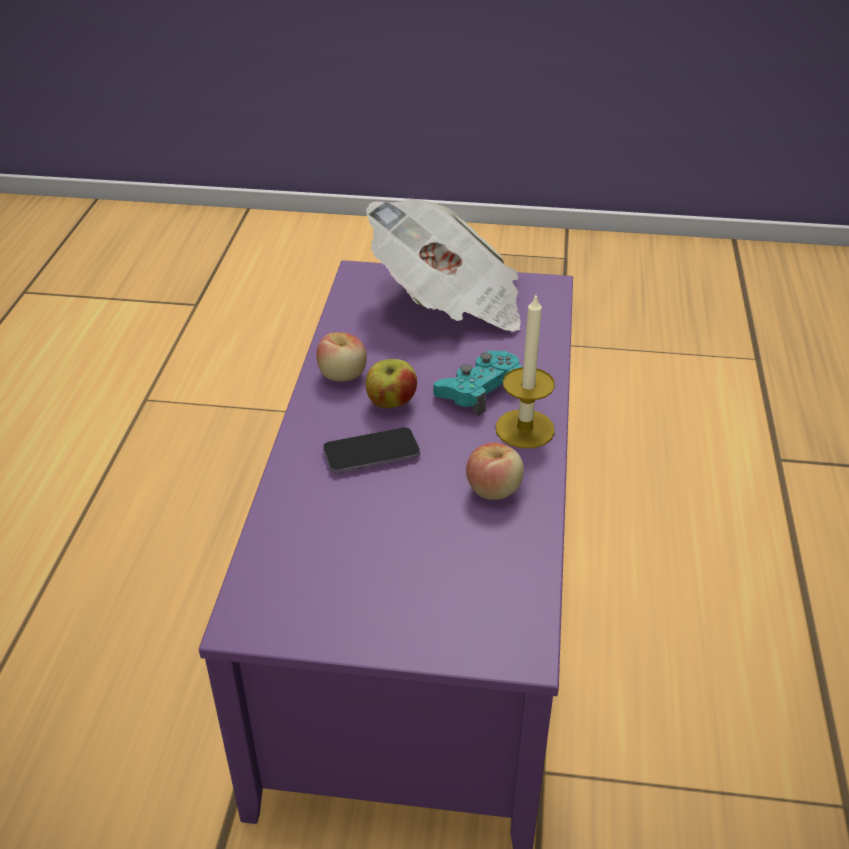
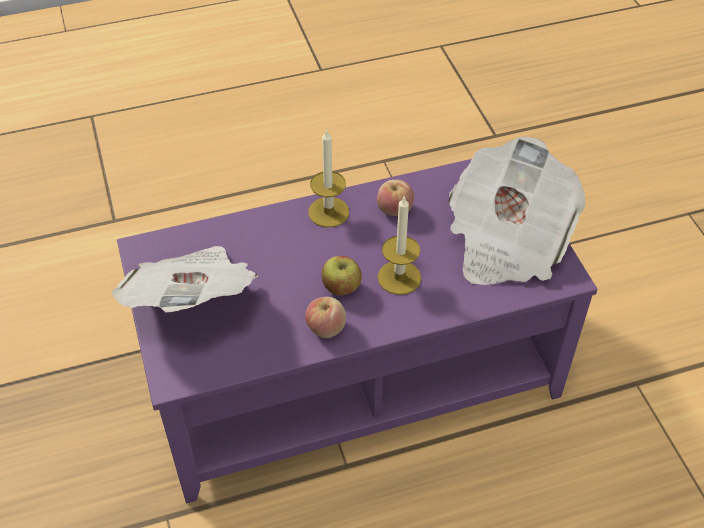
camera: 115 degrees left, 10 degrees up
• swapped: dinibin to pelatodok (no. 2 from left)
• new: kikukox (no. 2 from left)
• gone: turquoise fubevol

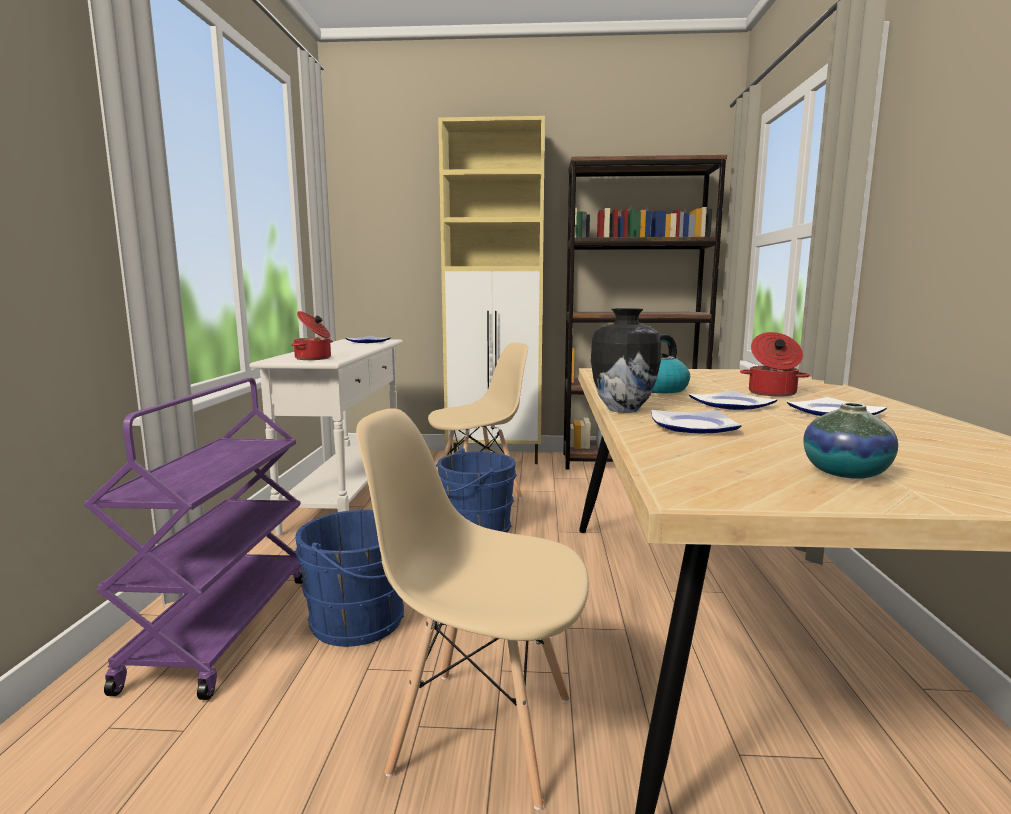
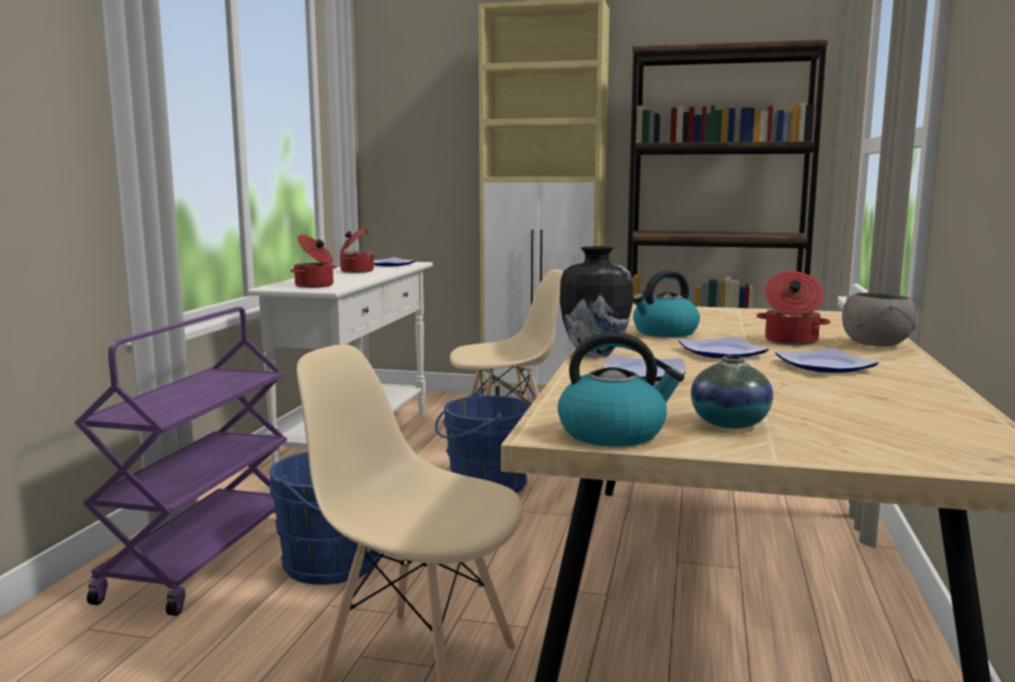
camera: 10 degrees right, 0 degrees up
• new: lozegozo (no. 2 from left)
• new: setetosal (no. 1 from left)
• new: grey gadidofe

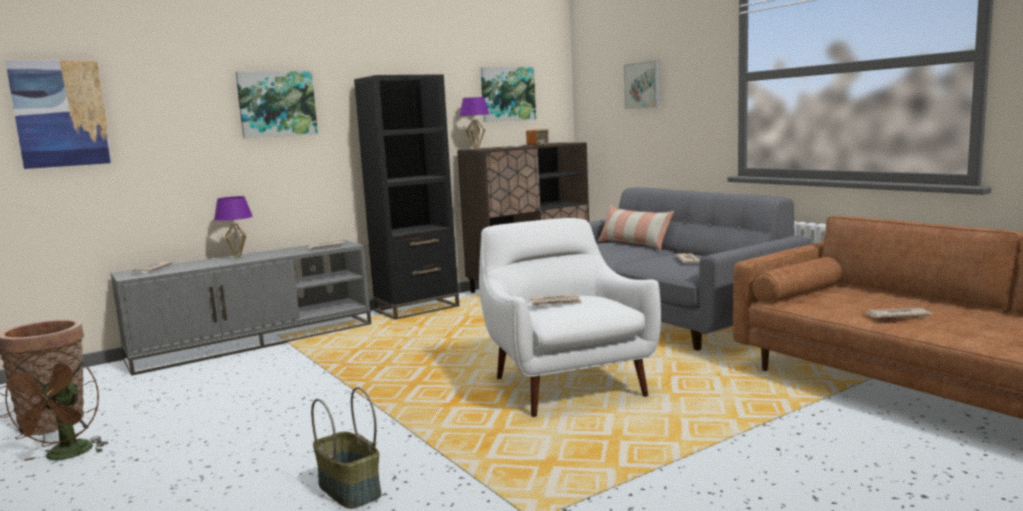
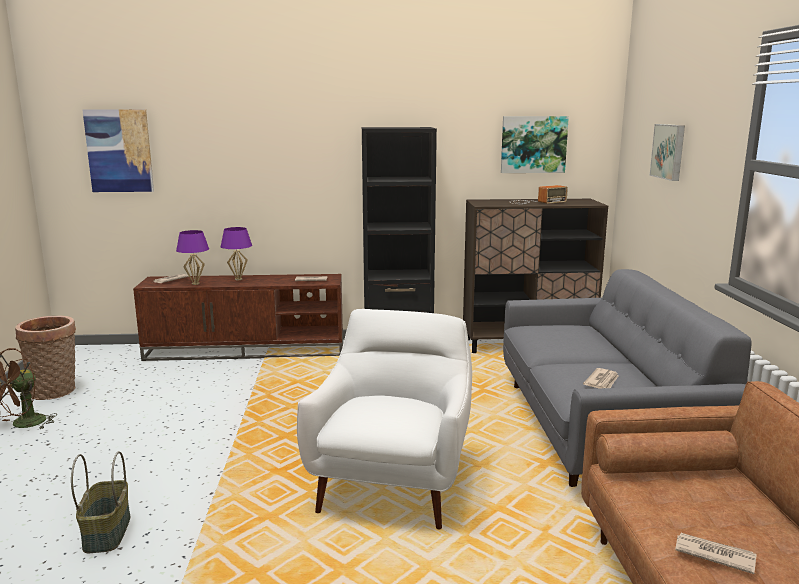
camera: 30 degrees right, 5 degrees up
• repainted: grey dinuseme to brown dinuseme
• shifted: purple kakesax (no. 2 from left in the first image) to purple kakesax (no. 1 from left)
• gone: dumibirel (no. 2 from left)
• gone: kikukox (no. 3 from left)
• gone: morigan

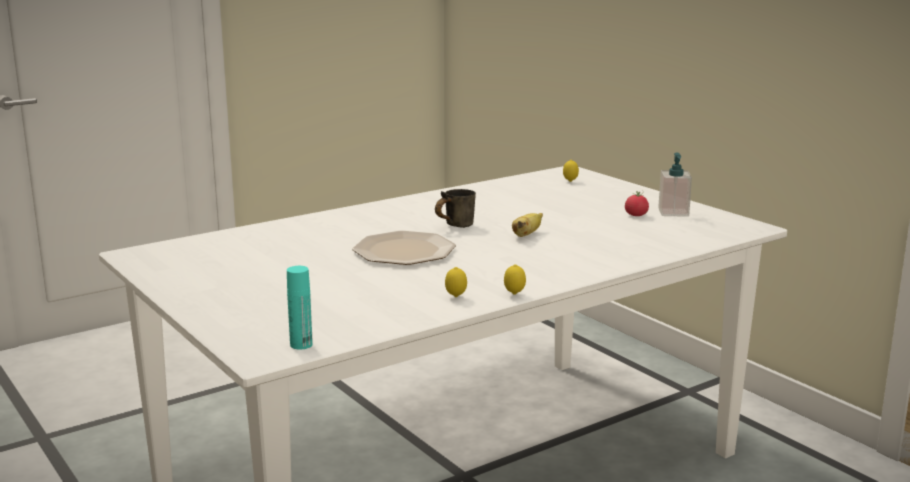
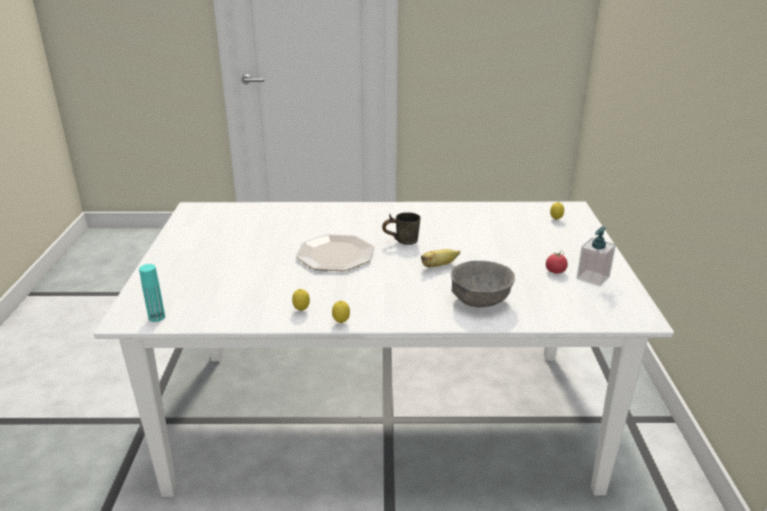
camera: 35 degrees right, 10 degrees up
• new: grey gadidofe

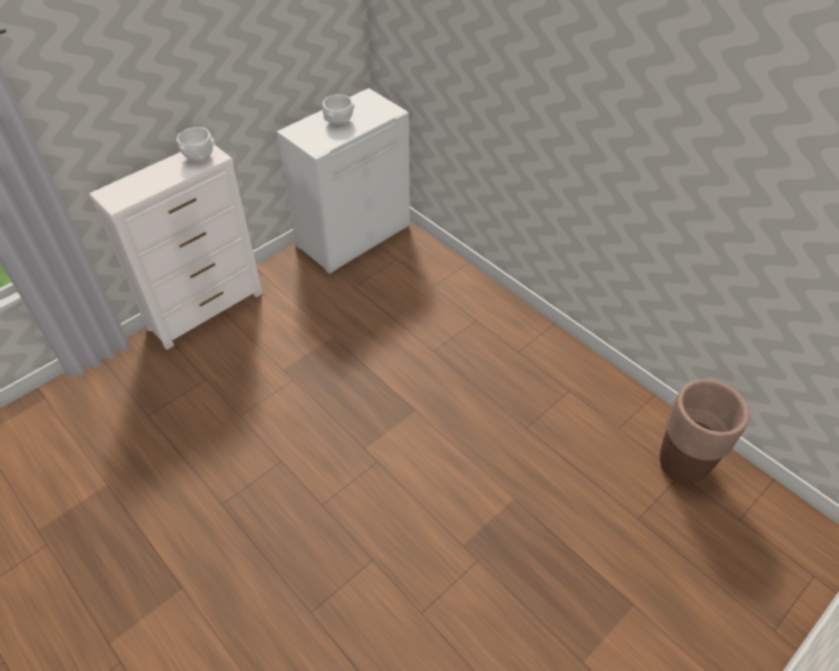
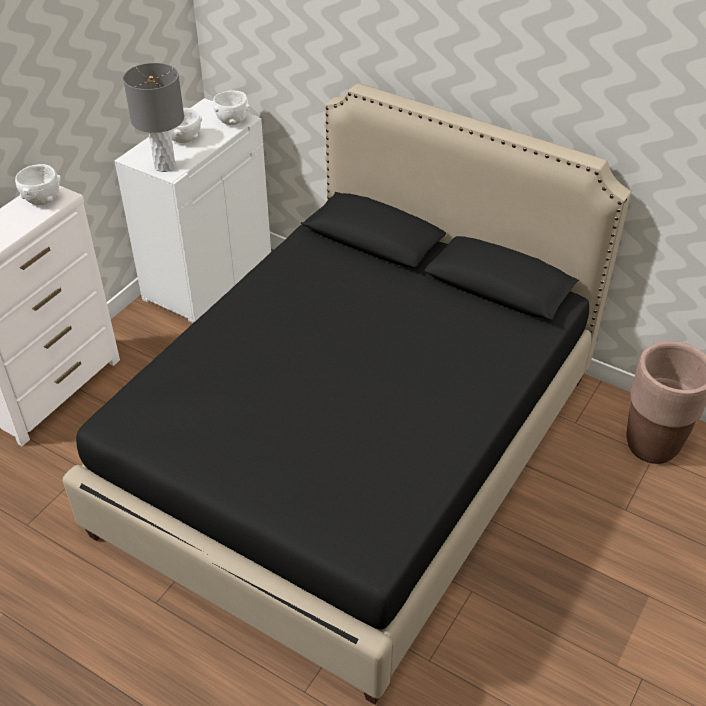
camera: 15 degrees left, 5 degrees down
• new: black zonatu
• new: grey kakesax
• new: white gadidofe (no. 3 from left)

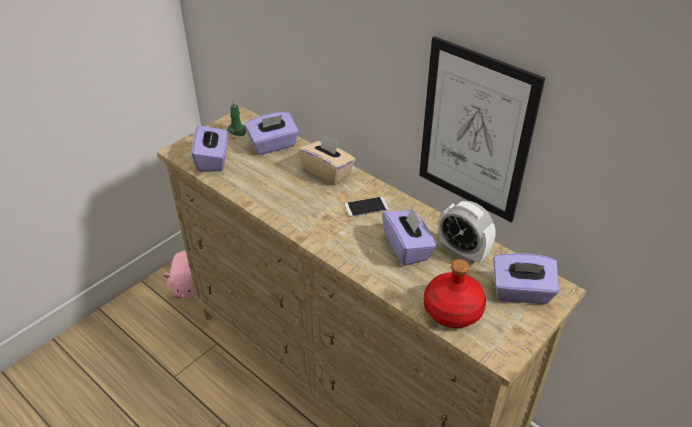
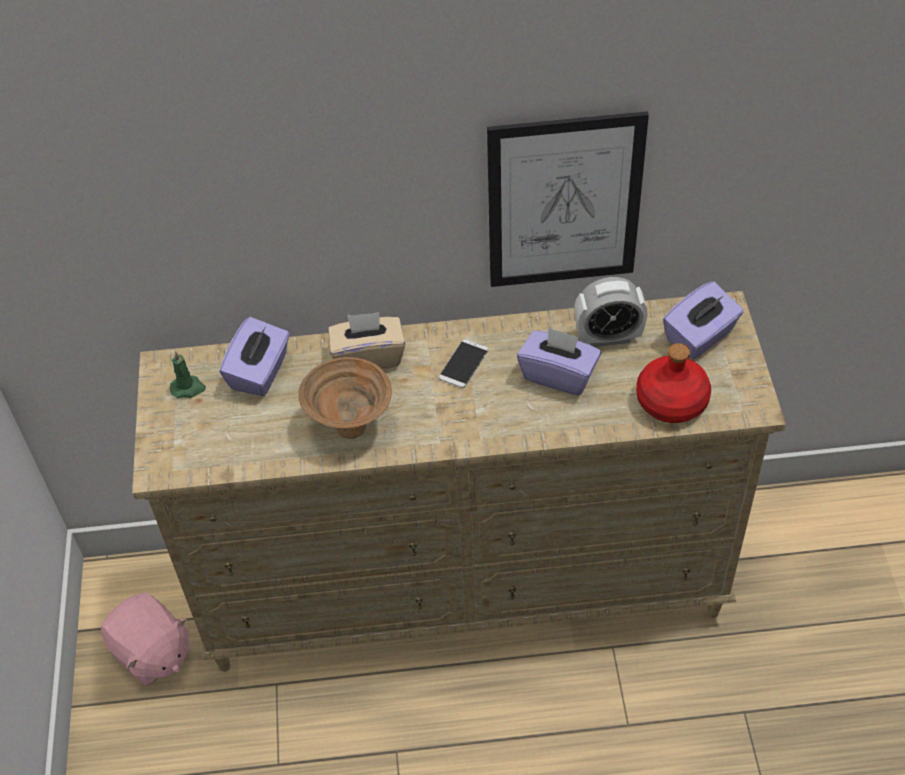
camera: 45 degrees left, 10 degrees up
• new: brown gadidofe
• gone: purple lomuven (no. 1 from left)

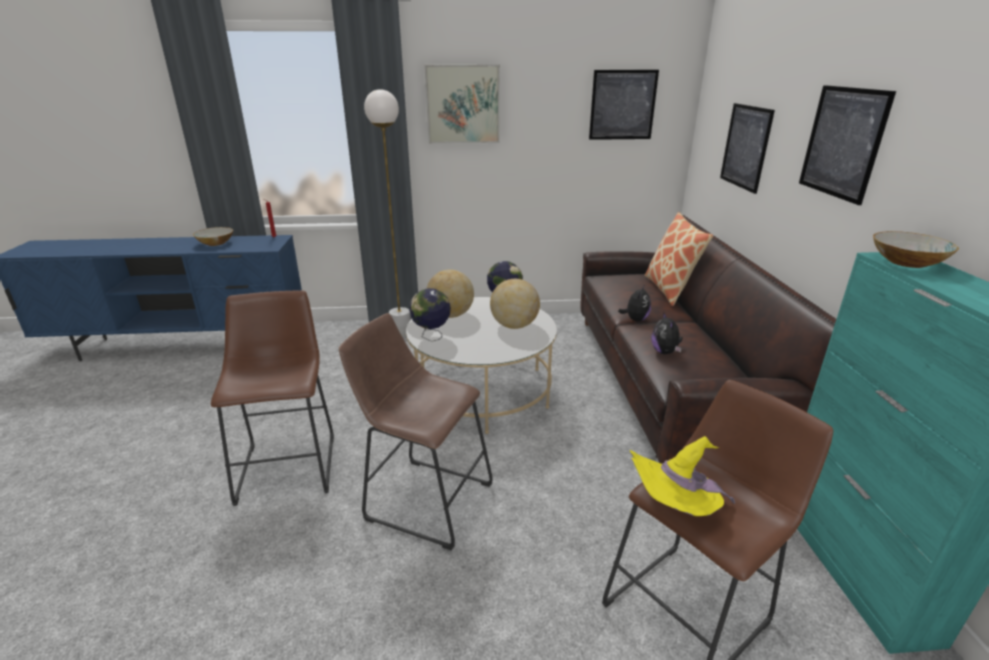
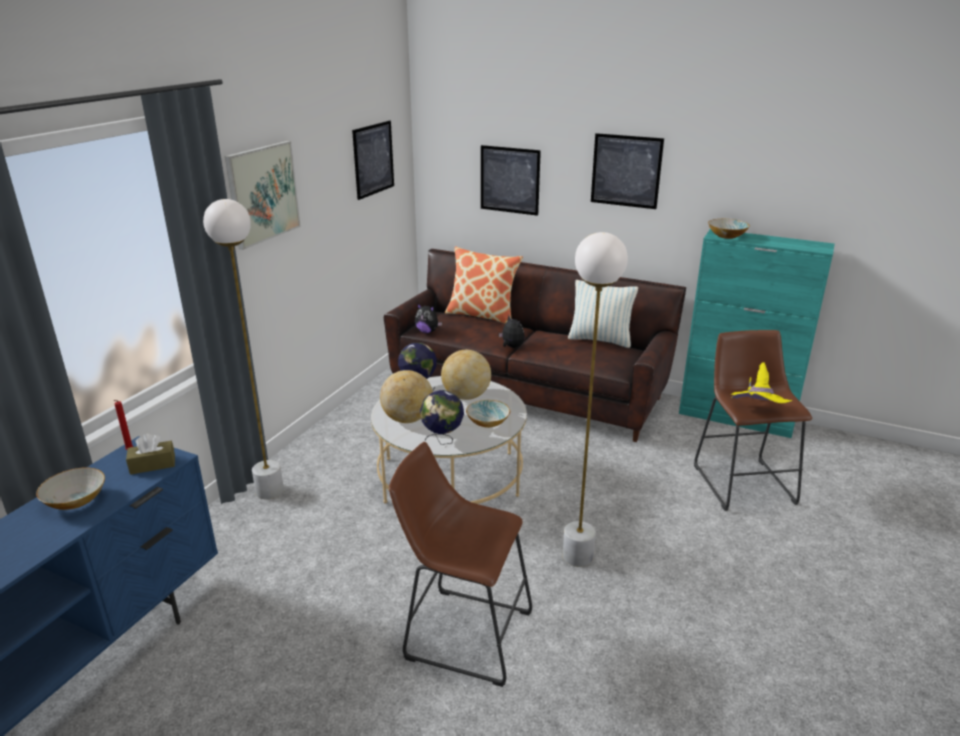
camera: 60 degrees left, 0 degrees up
• new: brown lomuven
• shifted: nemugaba (no. 2 from left in the first image) to nemugaba (no. 1 from left)
• new: gadidofe (no. 2 from left)
• swapped: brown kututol (no. 2 from left) to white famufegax (no. 2 from left)
• new: morigan (no. 2 from left)

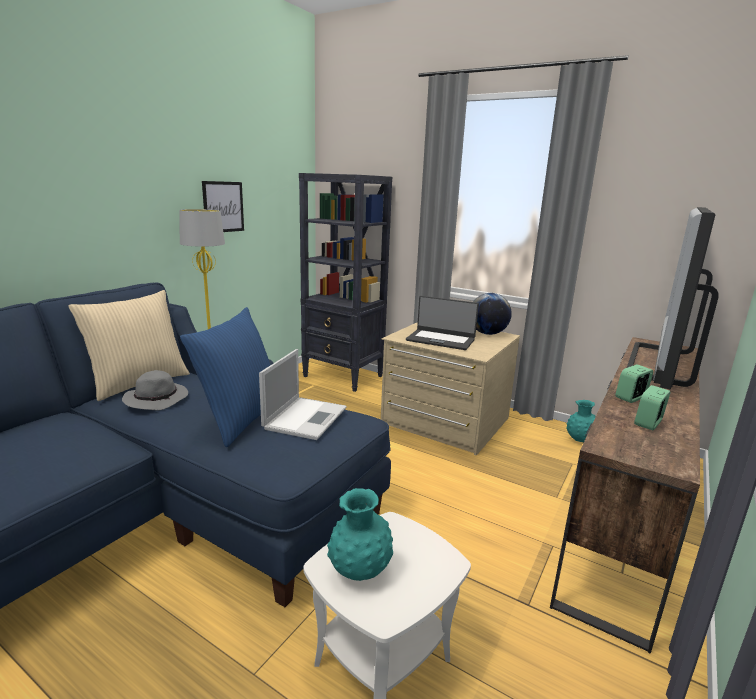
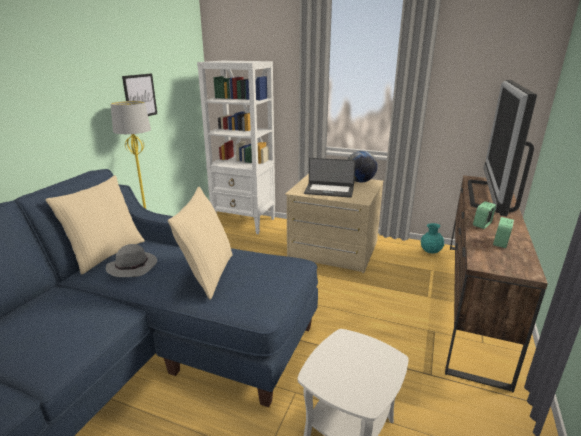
camera: 10 degrees left, 5 degrees up
• repainted: blue morigan to beige morigan (no. 2 from left)
• repainted: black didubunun to white didubunun
• gone: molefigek (no. 1 from left)
• gone: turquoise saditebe (no. 1 from left)

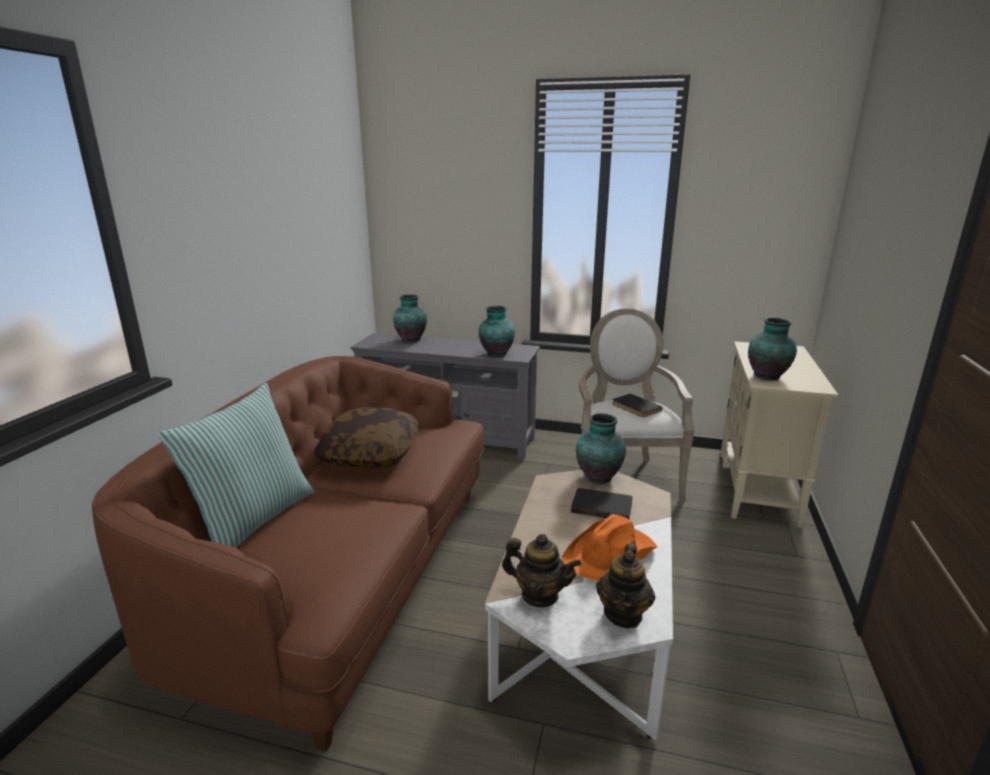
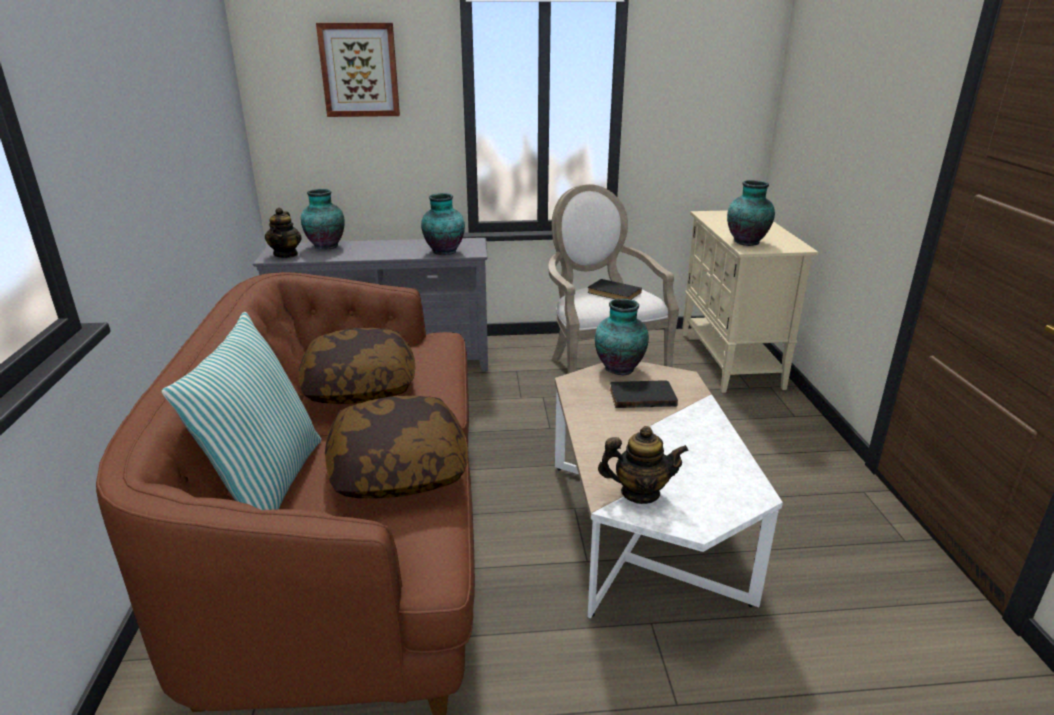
camera: 20 degrees left, 5 degrees up
• shifted: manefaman (no. 2 from left in the first image) to manefaman (no. 1 from left)
• new: dumibirel
• new: morigan (no. 3 from left)
• gone: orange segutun

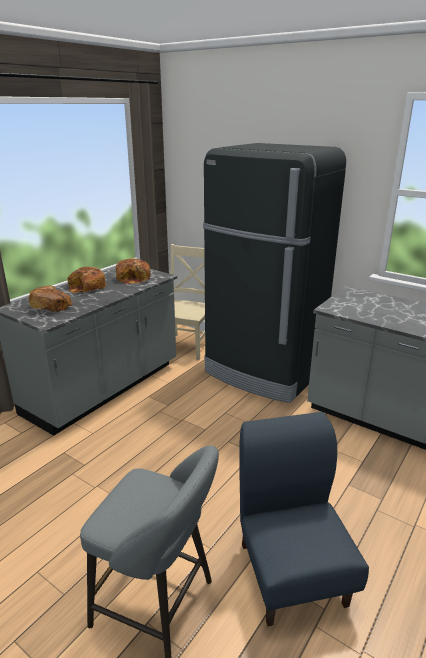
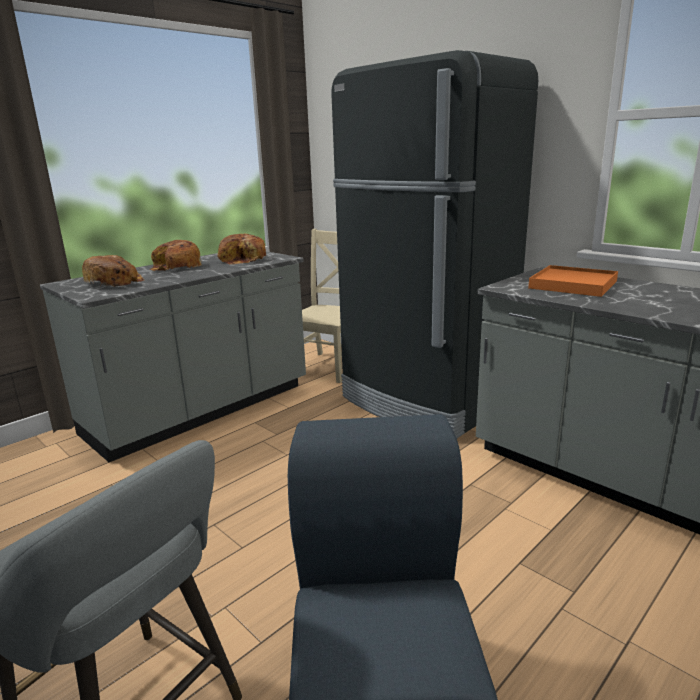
camera: 10 degrees right, 5 degrees down
• new: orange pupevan

